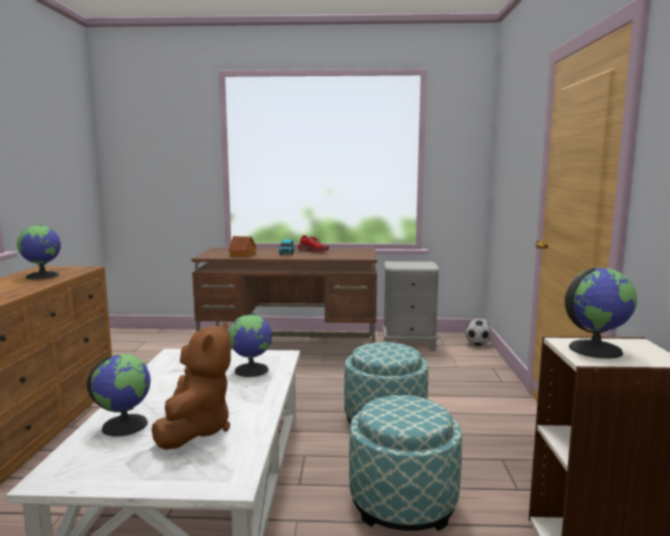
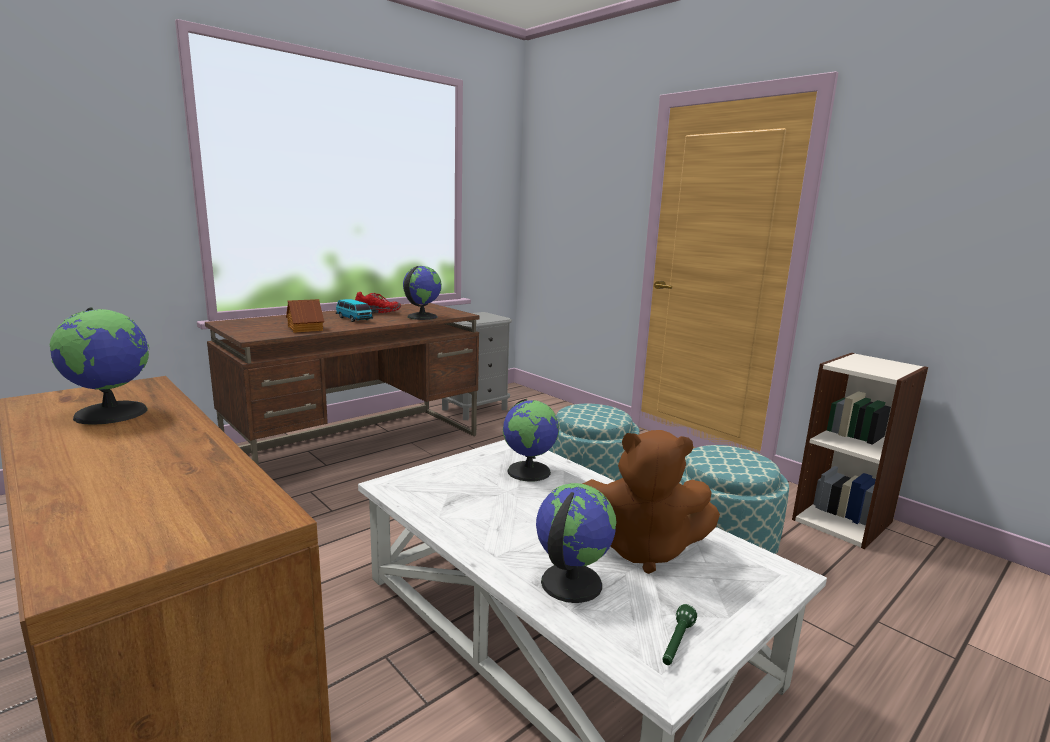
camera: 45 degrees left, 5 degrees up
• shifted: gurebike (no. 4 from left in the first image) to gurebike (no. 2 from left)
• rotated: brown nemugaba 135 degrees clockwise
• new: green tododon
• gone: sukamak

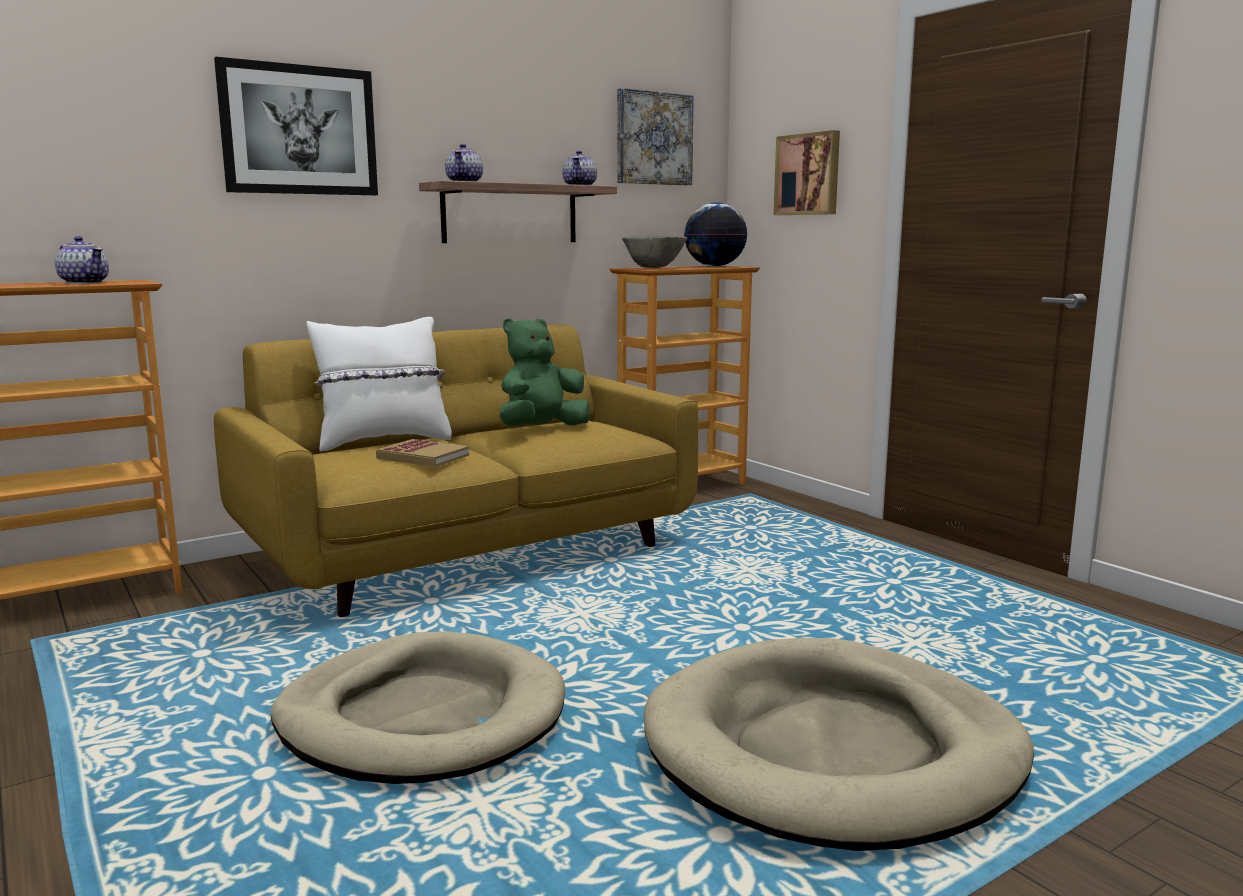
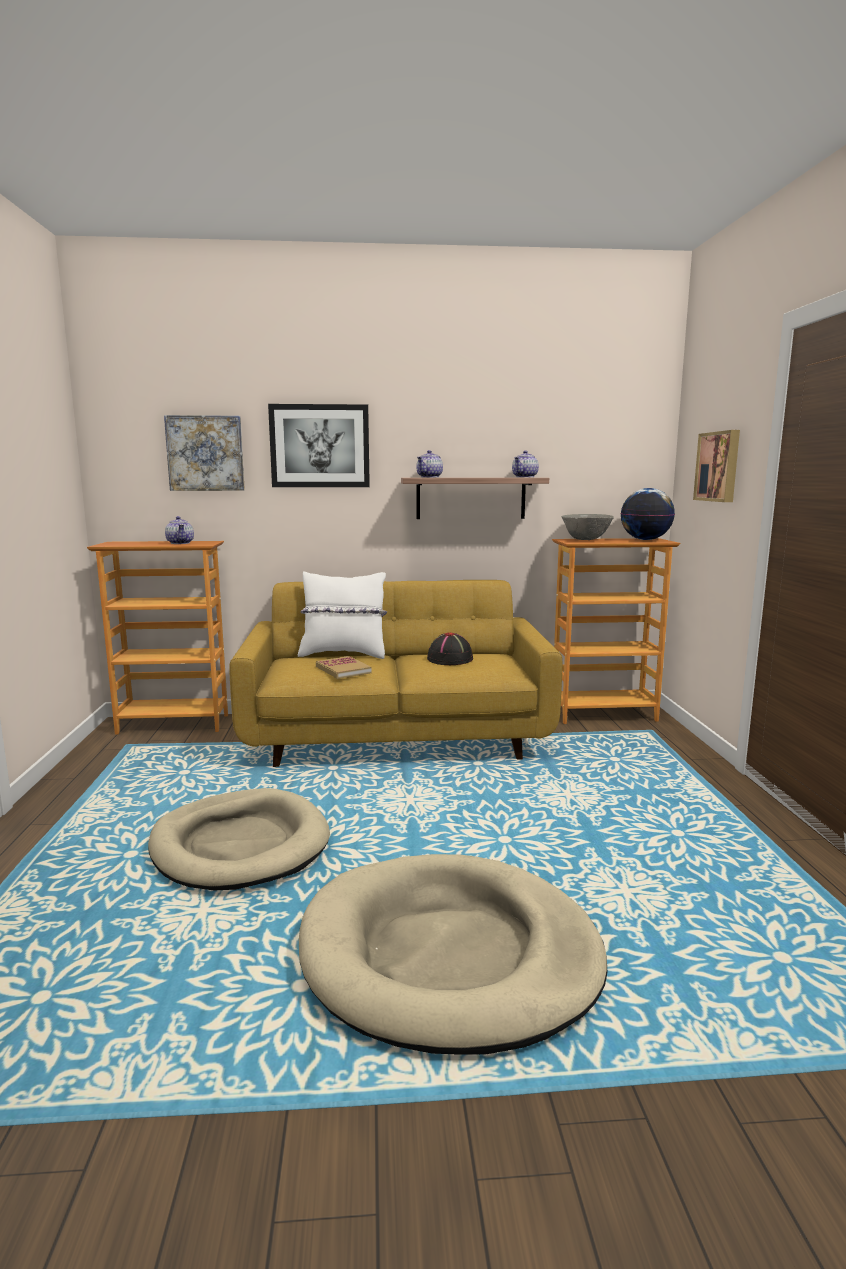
camera: 30 degrees right, 0 degrees up
• shifted: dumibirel (no. 2 from left in the first image) to dumibirel (no. 1 from left)
• swapped: green nemugaba to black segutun

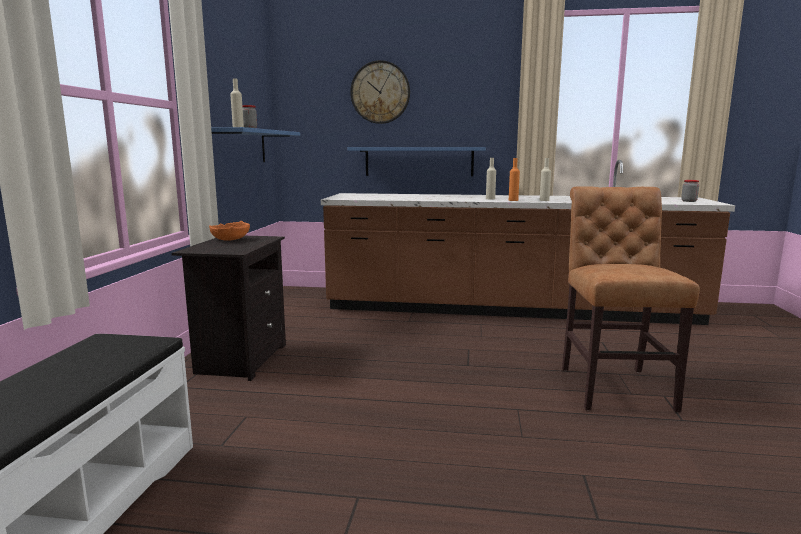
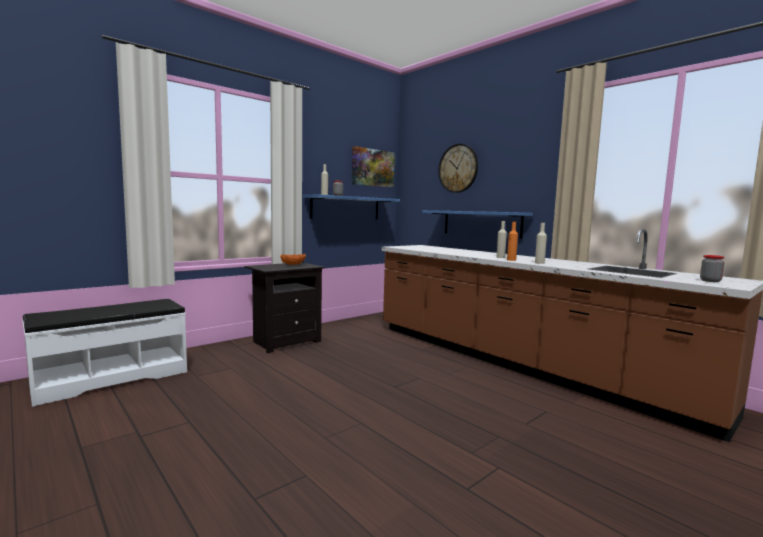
camera: 40 degrees right, 5 degrees down
• new: dumibirel
• gone: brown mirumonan

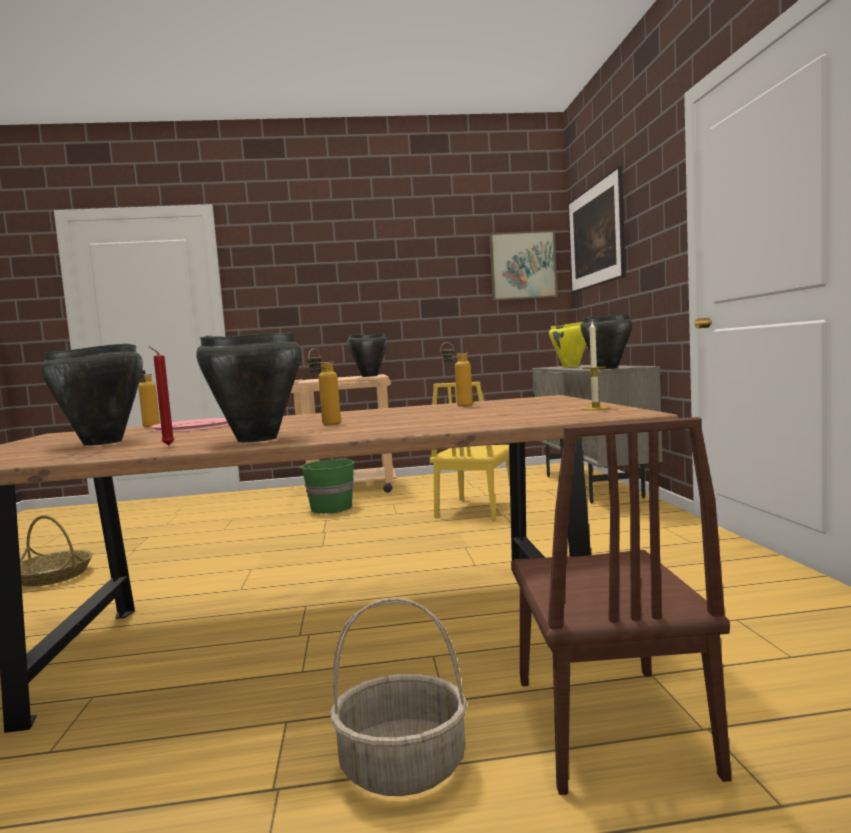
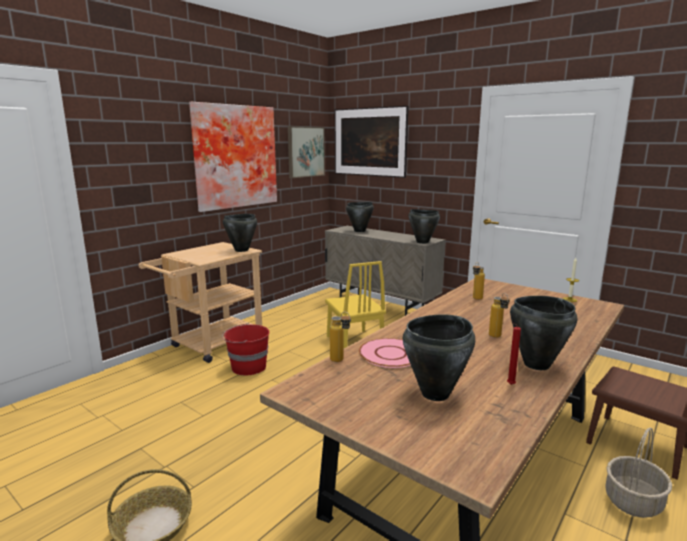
camera: 45 degrees left, 10 degrees up
• new: dumibirel (no. 1 from left)
• repainted: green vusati to red vusati
• repainted: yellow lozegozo to black lozegozo (no. 2 from left)

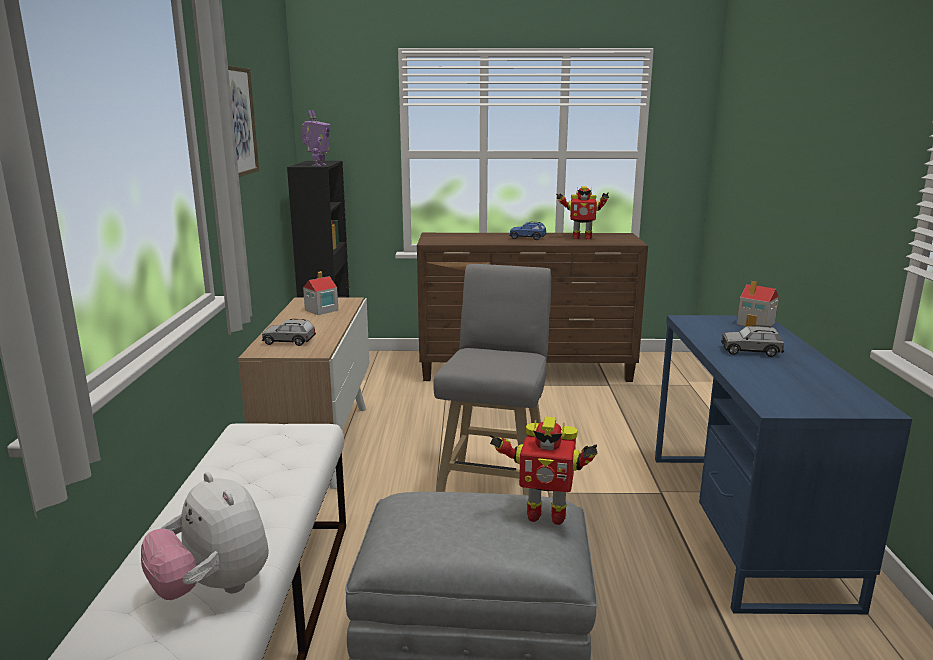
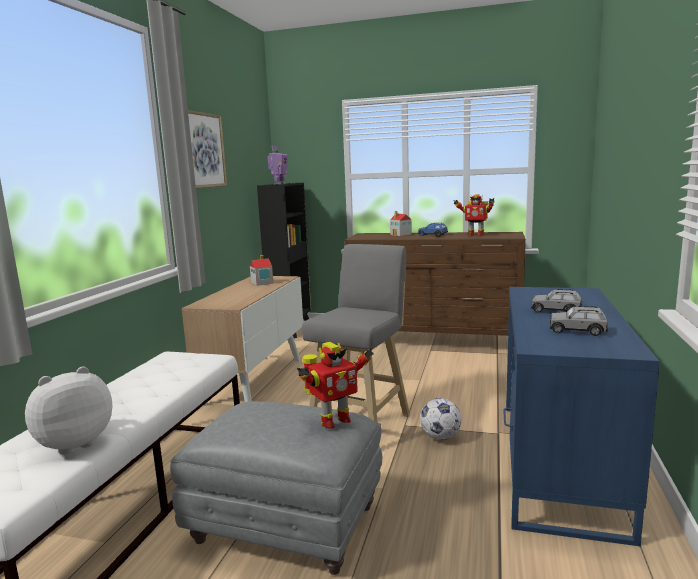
camera: 15 degrees right, 5 degrees down
• rotated: nemugaba 75 degrees clockwise
• rotated: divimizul (no. 2 from left) 60 degrees counterclockwise
• shifted: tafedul (no. 2 from left)
• new: sukamak
• shifted: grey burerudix (no. 1 from left in the first image) to grey burerudix (no. 2 from left)

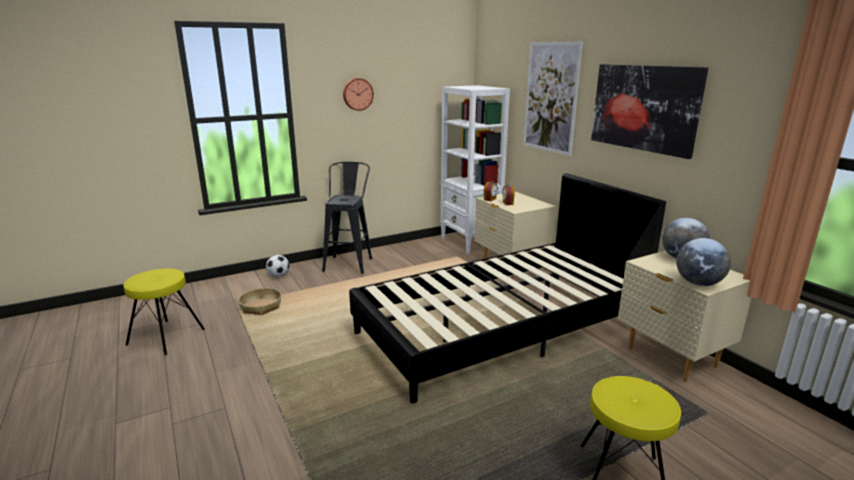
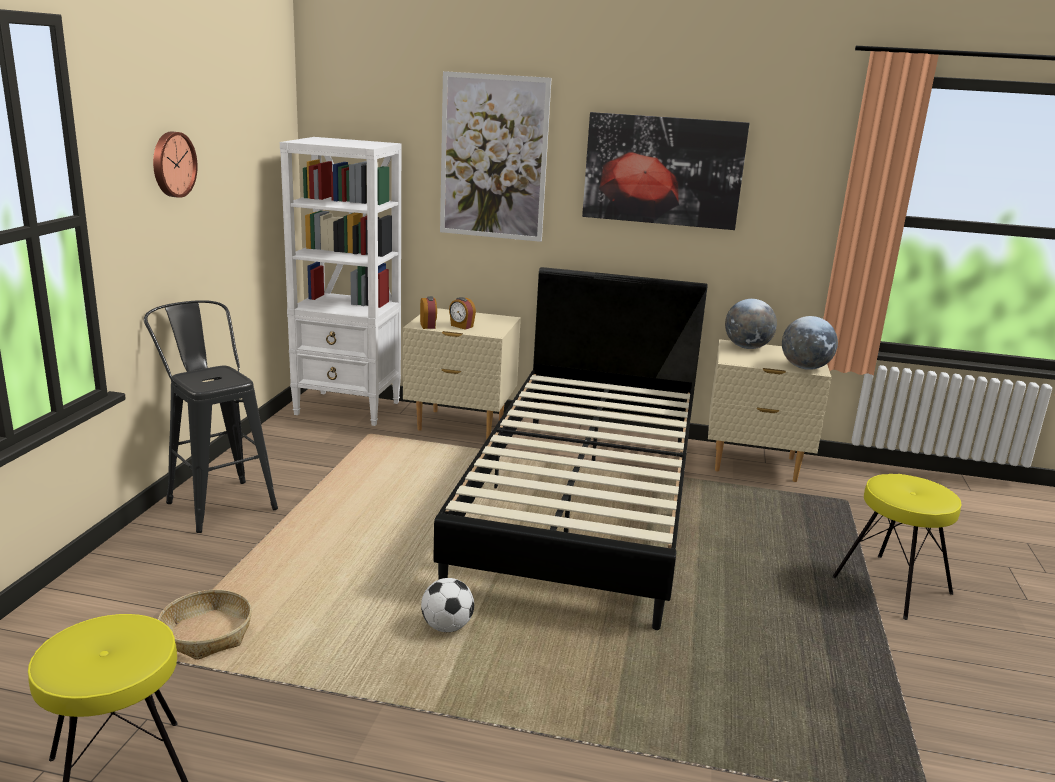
camera: 50 degrees left, 0 degrees up
• shifted: sukamak

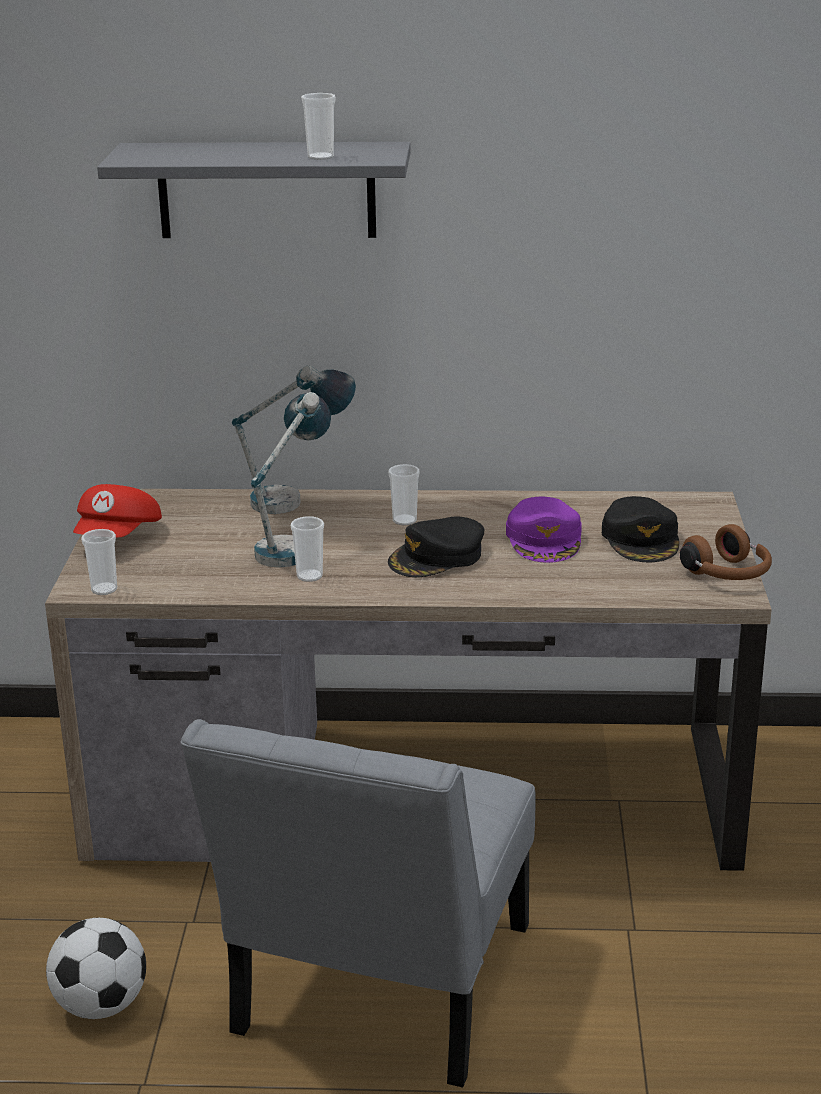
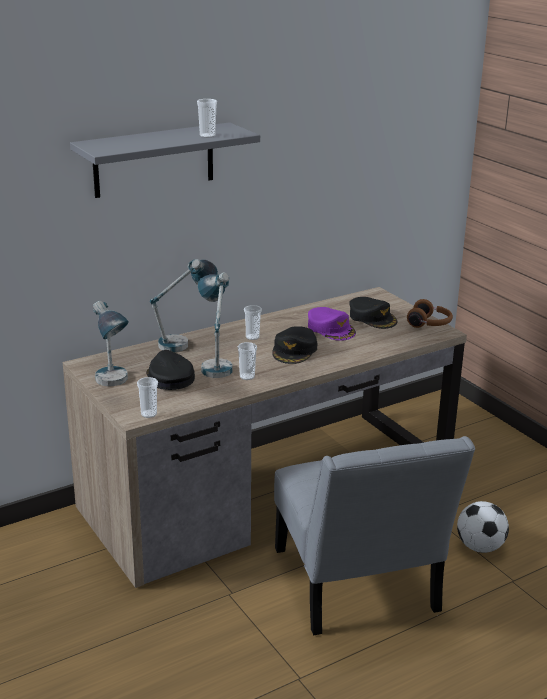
camera: 35 degrees left, 0 degrees up
• swapped: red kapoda to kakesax (no. 1 from left)
• new: black kapoda (no. 1 from left)
• shifted: sukamak

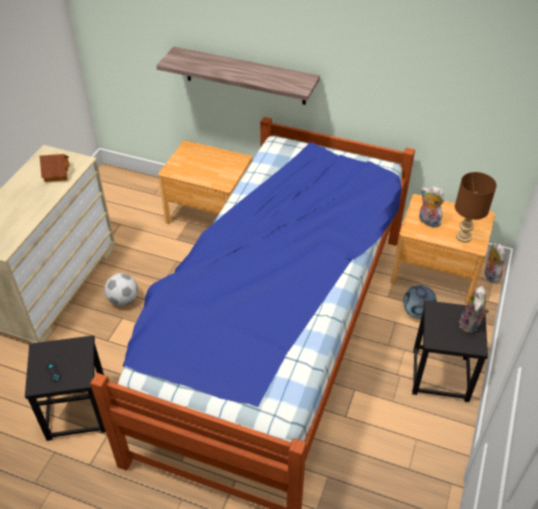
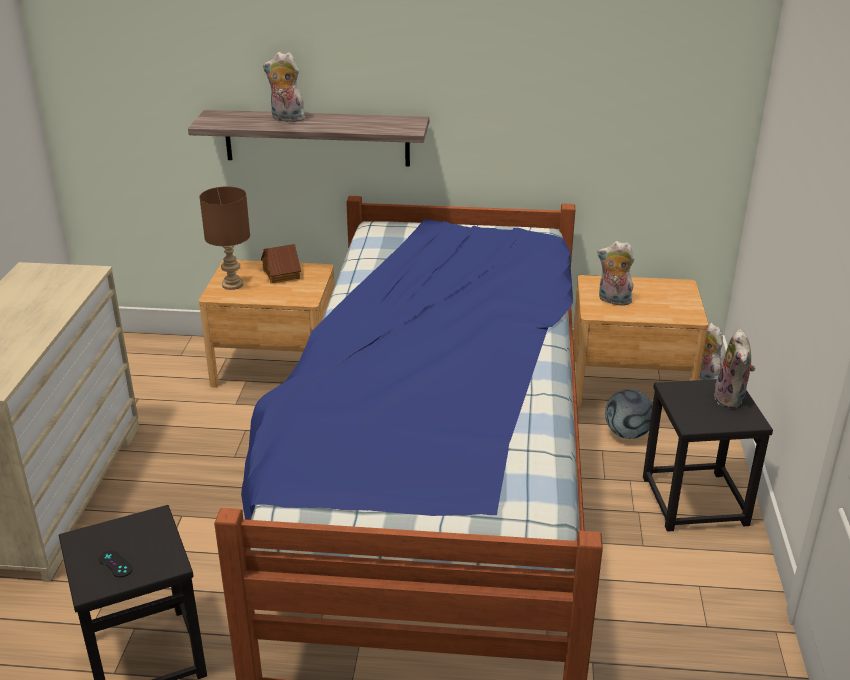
camera: 15 degrees left, 15 degrees down
• shifted: brown kakesax
• shifted: tafedul
• new: nemugaba (no. 1 from left)
• gone: sukamak (no. 1 from left)

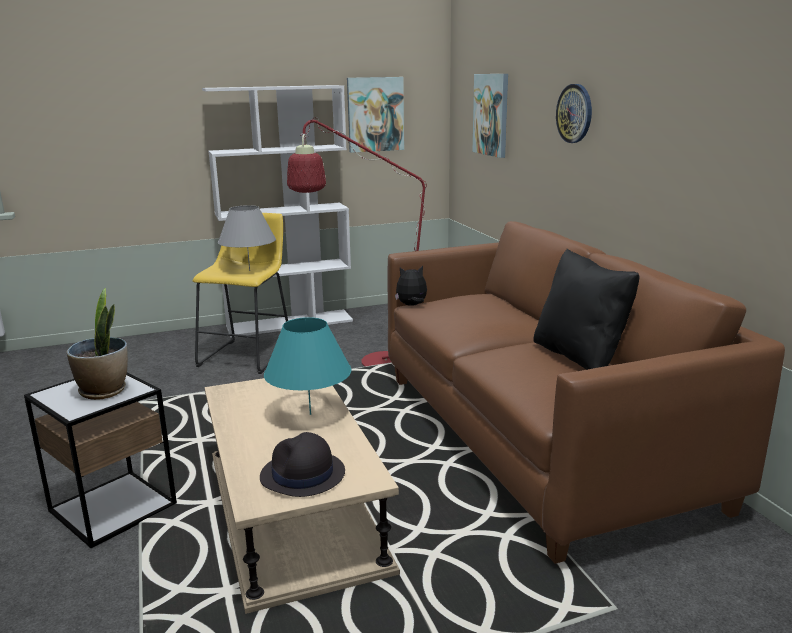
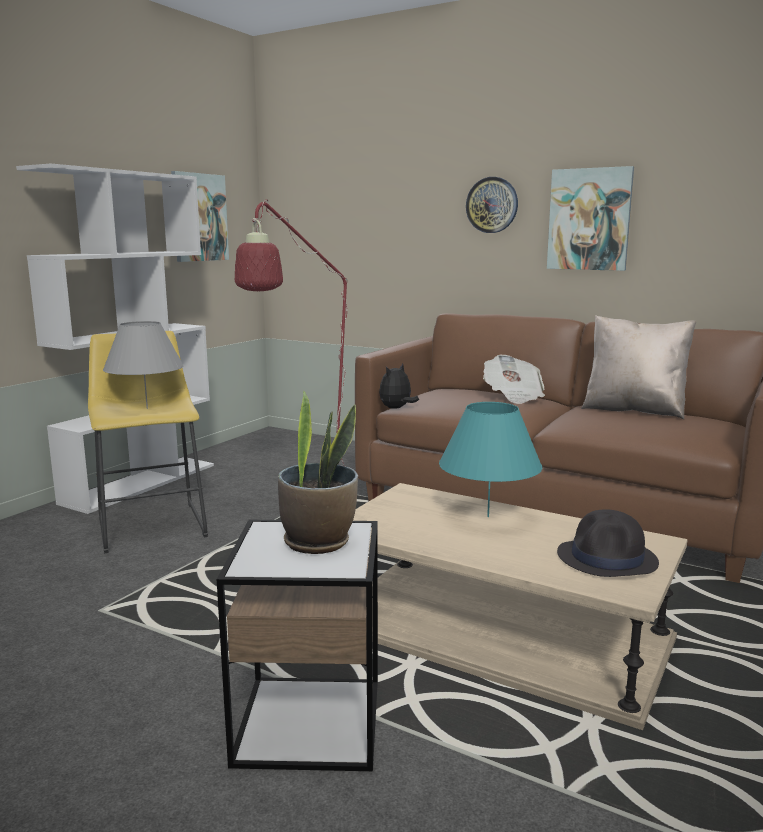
camera: 40 degrees left, 5 degrees down
• new: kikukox
• shifted: dumibirel (no. 2 from left)
• repainted: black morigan to beige morigan

